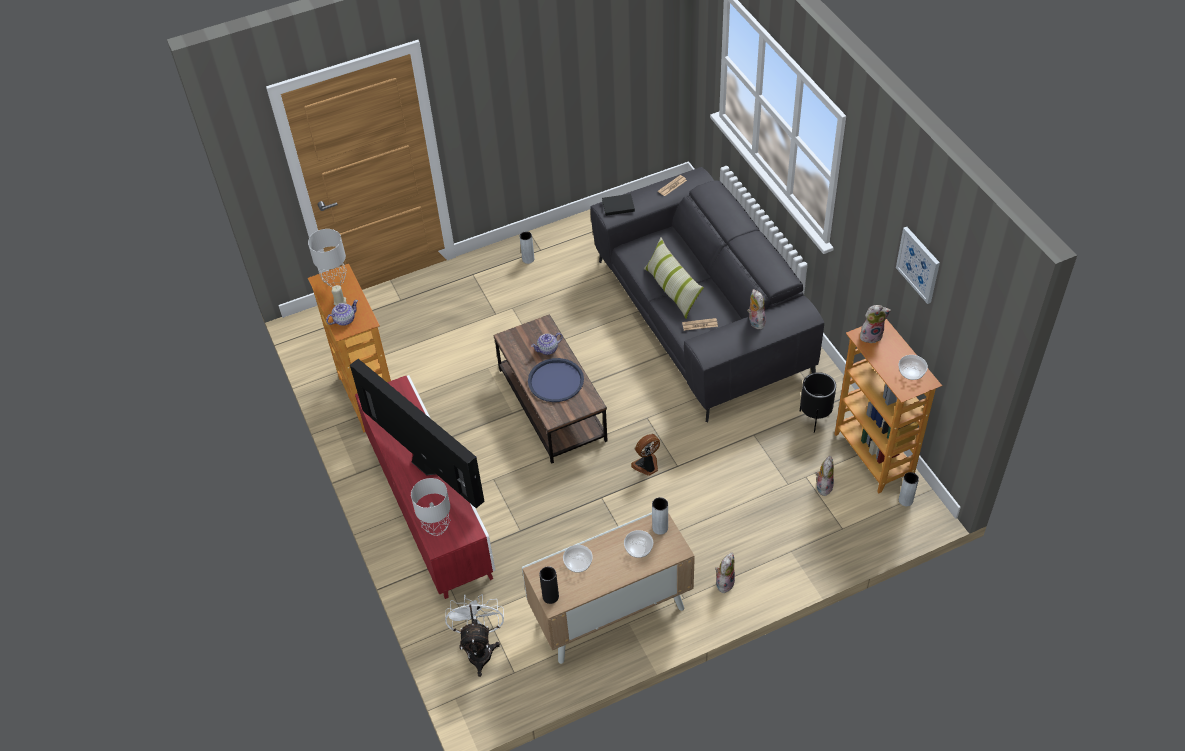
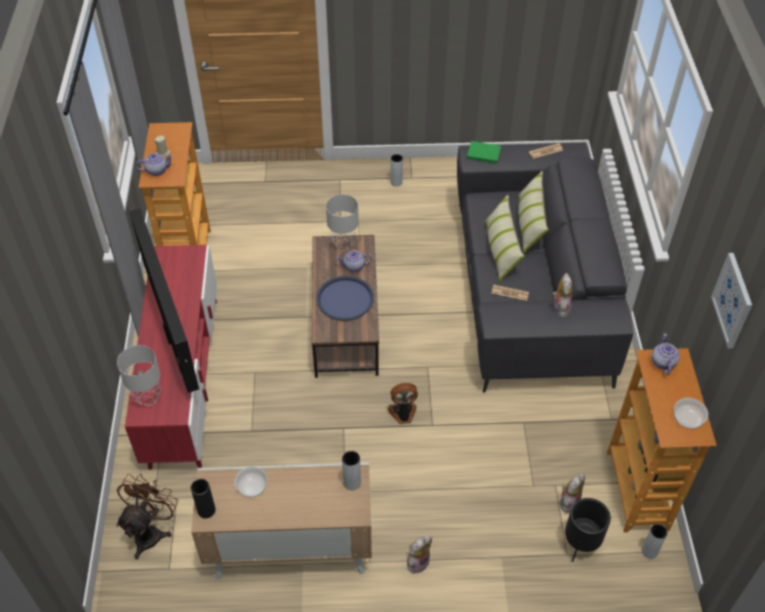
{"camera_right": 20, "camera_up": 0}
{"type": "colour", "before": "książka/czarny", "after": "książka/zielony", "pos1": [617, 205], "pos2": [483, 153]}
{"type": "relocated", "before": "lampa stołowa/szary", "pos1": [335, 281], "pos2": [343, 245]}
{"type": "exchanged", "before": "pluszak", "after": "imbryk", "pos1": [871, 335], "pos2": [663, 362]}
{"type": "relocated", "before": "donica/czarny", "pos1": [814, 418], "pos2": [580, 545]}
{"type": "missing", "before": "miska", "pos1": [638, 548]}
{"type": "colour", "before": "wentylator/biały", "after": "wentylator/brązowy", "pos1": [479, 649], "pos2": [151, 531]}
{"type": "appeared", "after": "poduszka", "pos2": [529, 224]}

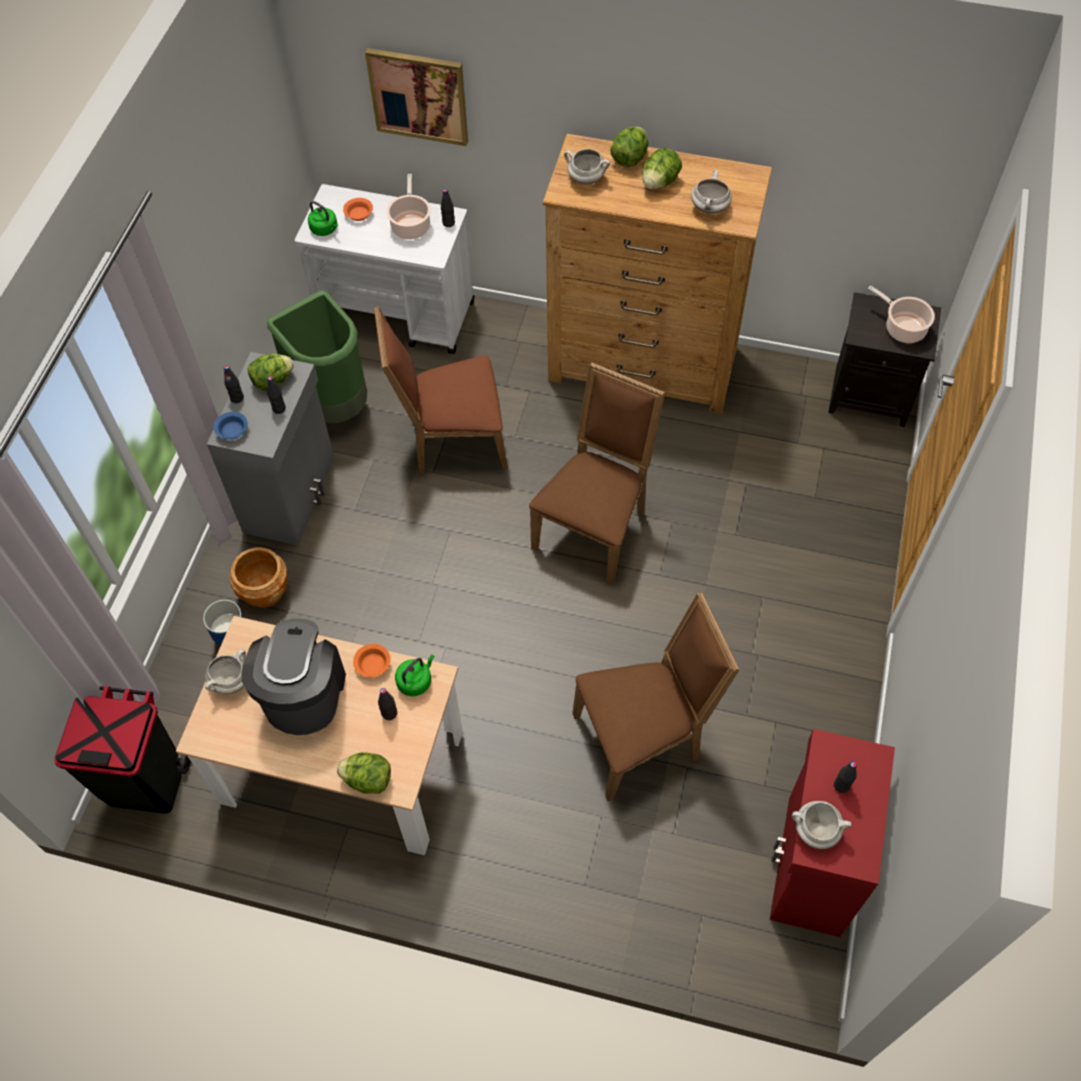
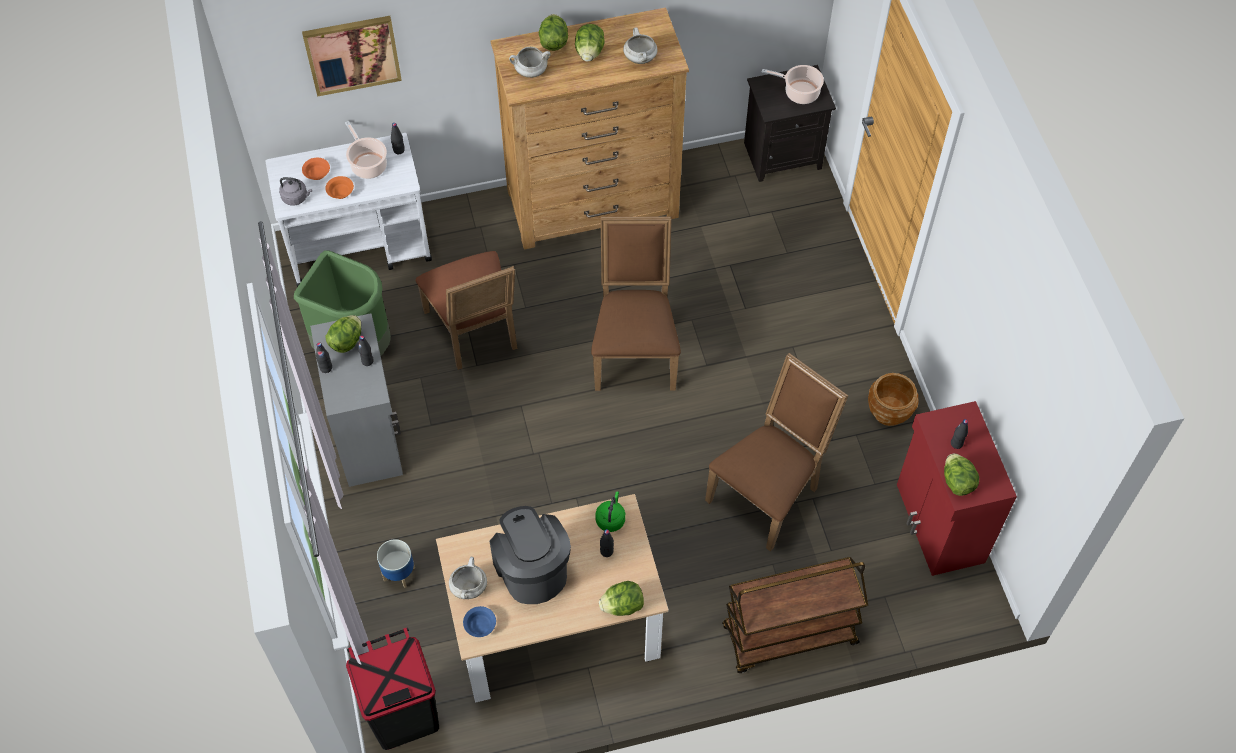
{"camera_right": -30, "camera_up": 0}
{"type": "colour", "before": "czajnik/zielony", "after": "czajnik/szary", "pos1": [325, 229], "pos2": [296, 197]}
{"type": "spun", "before": "krzesło/brązowy", "pos1": [451, 440], "pos2": [475, 333], "turn": -75}
{"type": "relocated", "before": "miska/niebieski", "pos1": [233, 431], "pos2": [480, 624]}
{"type": "relocated", "before": "donica/brązowy", "pos1": [265, 591], "pos2": [889, 412]}
{"type": "relocated", "before": "miska/pomarańczowy", "pos1": [372, 664], "pos2": [340, 192]}
{"type": "exchanged", "before": "garnek/biały", "after": "sałata", "pos1": [815, 831], "pos2": [957, 482]}
{"type": "appeared", "after": "wózek/brązowy", "pos2": [789, 636]}

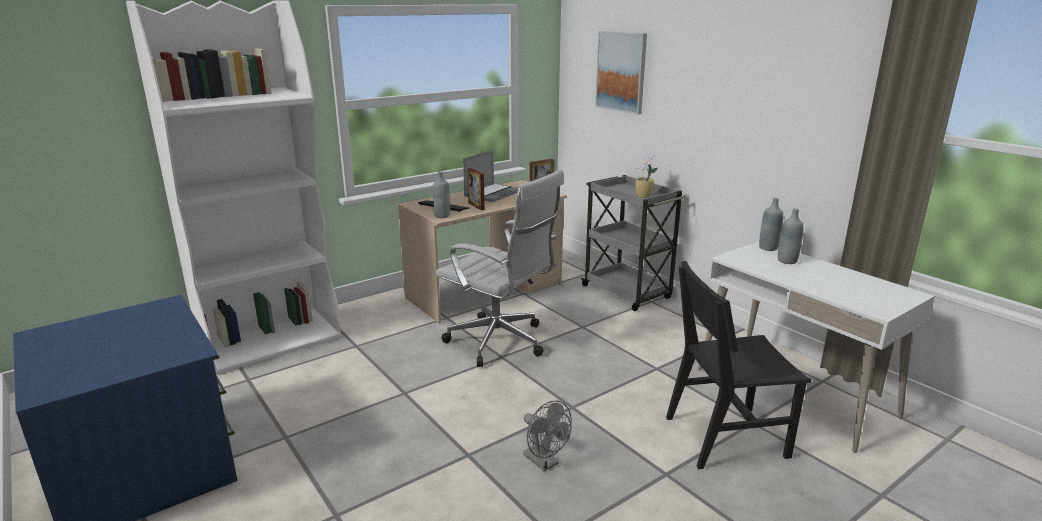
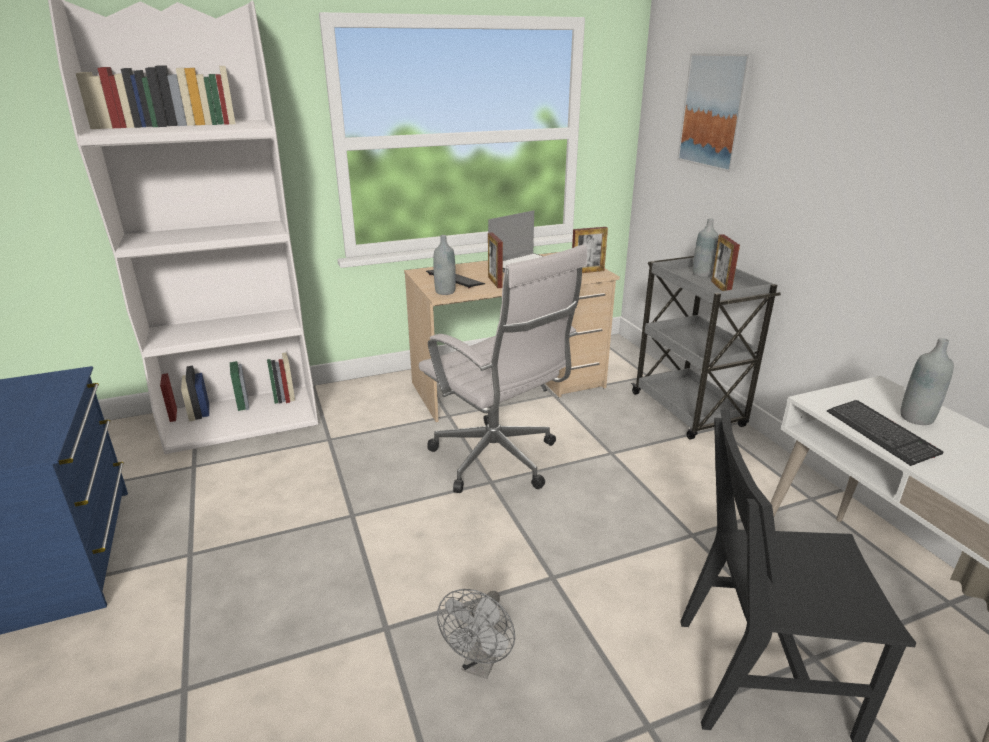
{"camera_right": 15, "camera_up": 5}
{"type": "exchanged", "before": "roślina doniczkowa", "after": "ramka na zdjęcie", "pos1": [643, 196], "pos2": [720, 287]}
{"type": "relocated", "before": "butelka/szary", "pos1": [768, 248], "pos2": [702, 274]}
{"type": "spun", "before": "wentylator/szary", "pos1": [545, 462], "pos2": [480, 664], "turn": 45}
{"type": "appeared", "after": "klawiatura", "pos2": [880, 433]}

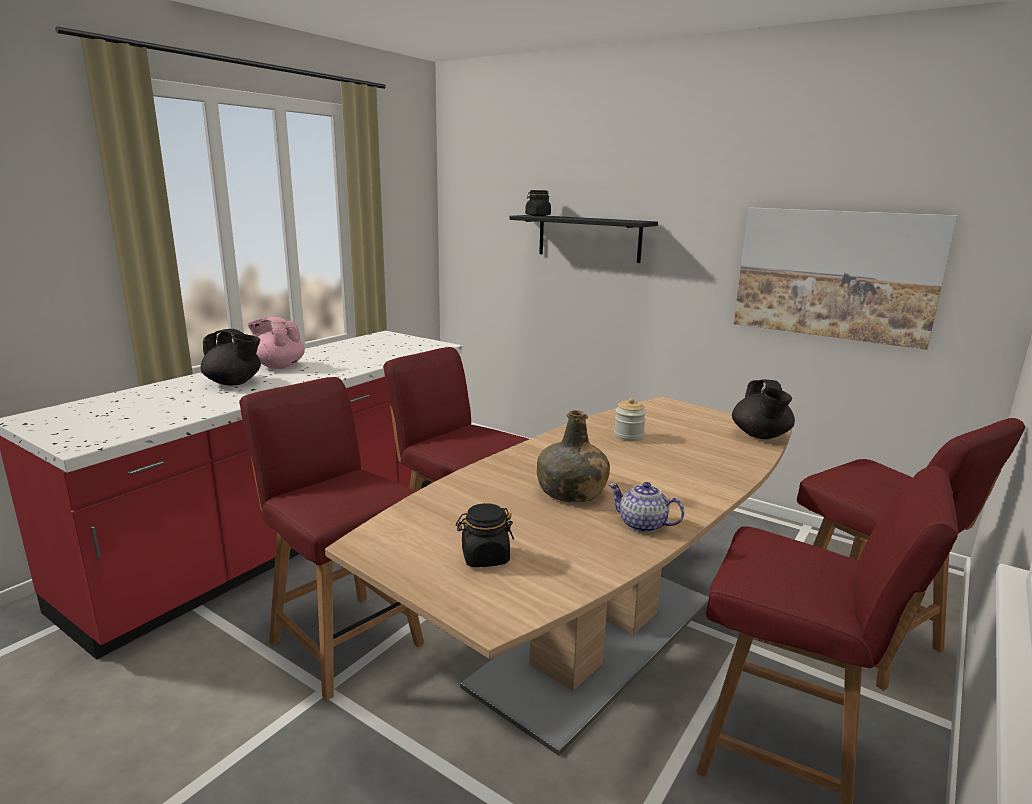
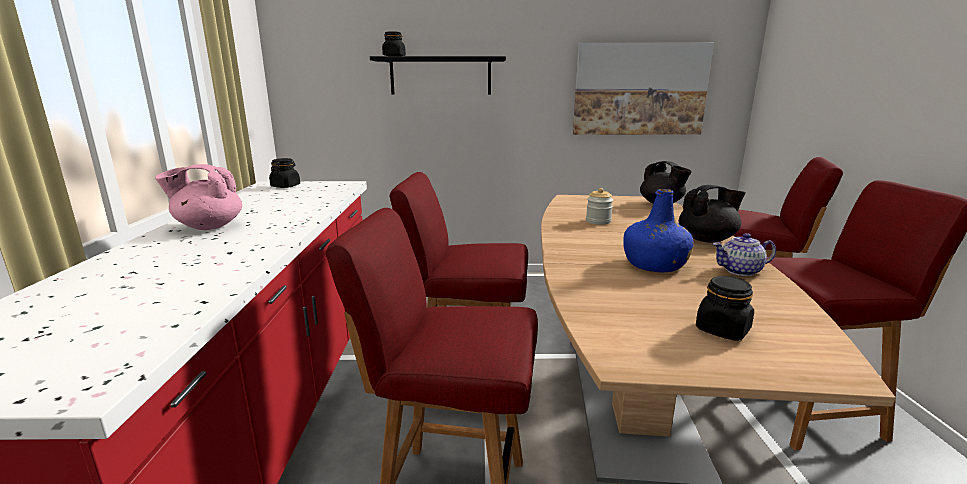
{"camera_right": -35, "camera_up": 0}
{"type": "relocated", "before": "imbryk/czarny", "pos1": [234, 383], "pos2": [707, 239]}
{"type": "colour", "before": "butelka/zielony", "after": "butelka/niebieski", "pos1": [571, 492], "pos2": [655, 265]}
{"type": "appeared", "after": "słoik/czarny", "pos2": [285, 186]}

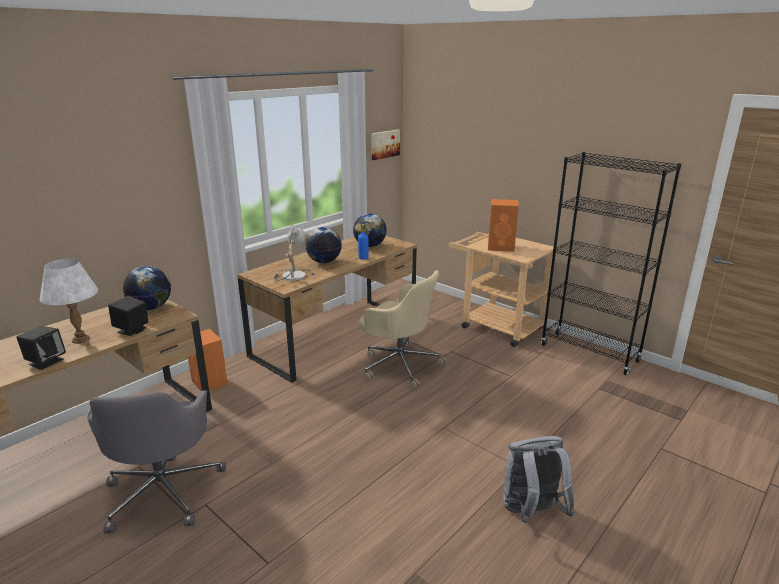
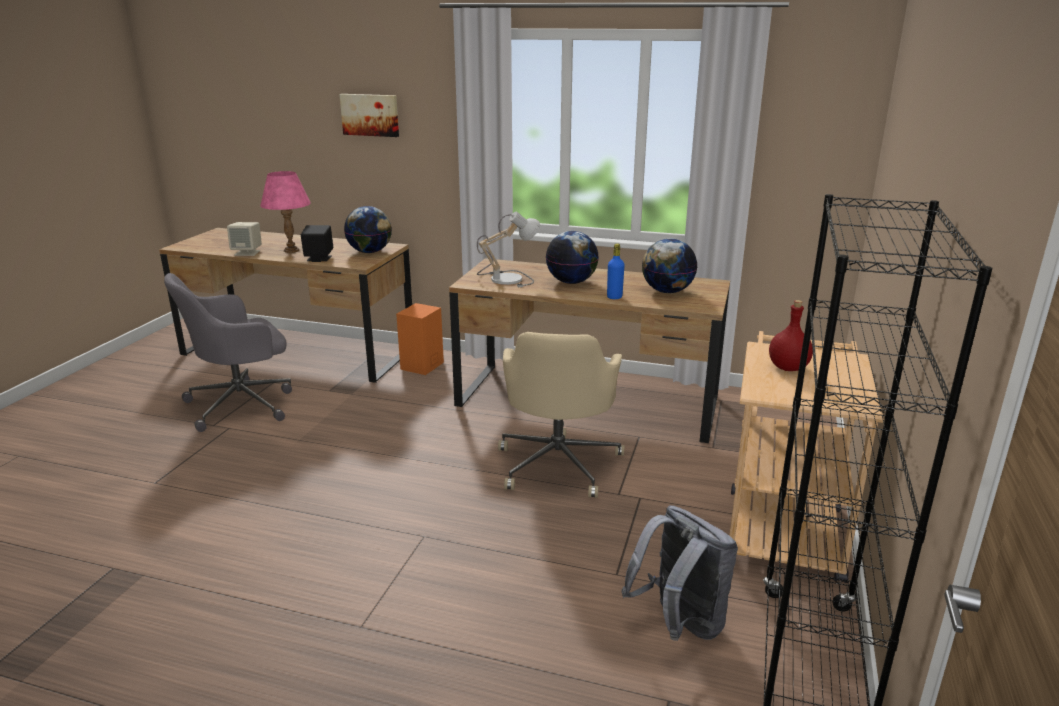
{"camera_right": 65, "camera_up": 0}
{"type": "relocated", "before": "obraz", "pos1": [384, 144], "pos2": [370, 115]}
{"type": "exchanged", "before": "głośnik/pomarańczowy", "after": "butelka/czerwony", "pos1": [501, 247], "pos2": [789, 368]}
{"type": "colour", "before": "lampa stołowa/biały", "after": "lampa stołowa/różowy", "pos1": [81, 339], "pos2": [291, 250]}
{"type": "colour", "before": "głośnik/czarny", "after": "głośnik/beżowy", "pos1": [46, 362], "pos2": [247, 253]}
{"type": "relocated", "before": "plecak/szary", "pos1": [531, 512], "pos2": [679, 624]}

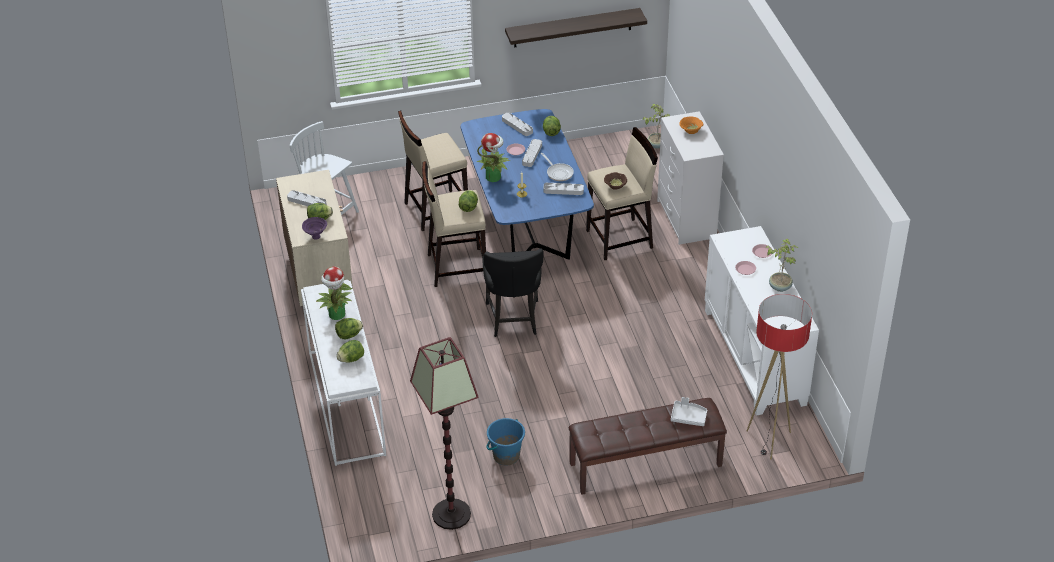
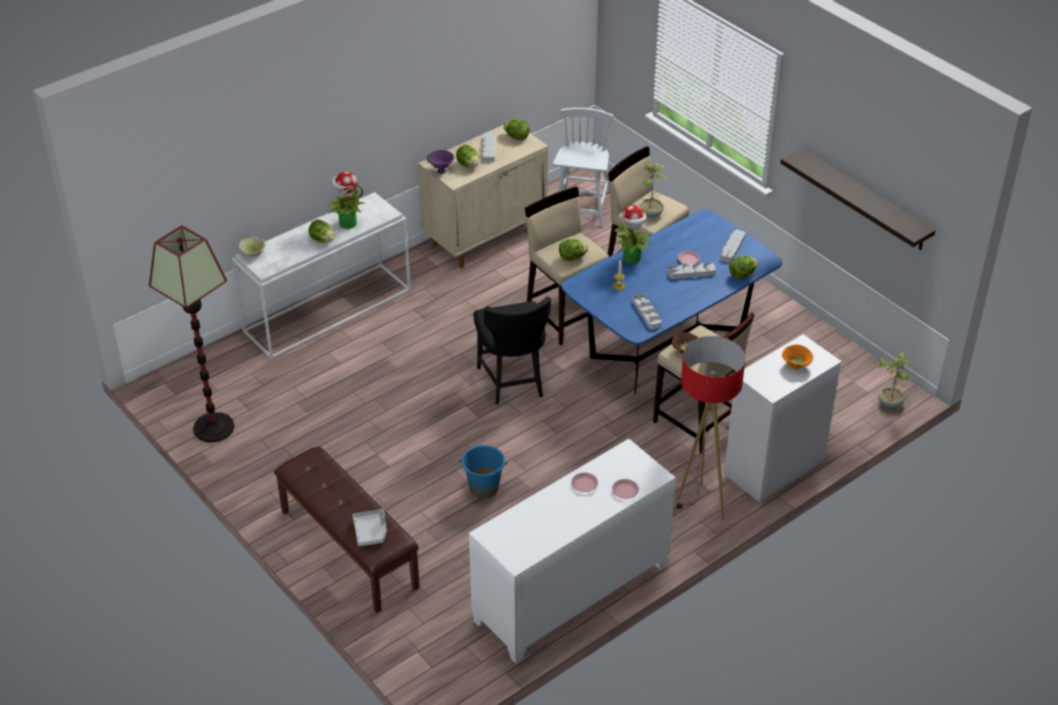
{"camera_right": 65, "camera_up": 0}
{"type": "missing", "before": "patelnia", "pos1": [558, 173]}
{"type": "relocated", "before": "roślina doniczkowa", "pos1": [780, 287], "pos2": [651, 213]}
{"type": "spun", "before": "krzesło/czarny", "pos1": [513, 319], "pos2": [512, 382], "turn": -75}
{"type": "relocated", "before": "lampa stojąca", "pos1": [769, 441], "pos2": [698, 506]}
{"type": "relocated", "before": "sałata", "pos1": [351, 359], "pos2": [517, 137]}
{"type": "relocated", "before": "wiadro/niebieski", "pos1": [506, 456], "pos2": [484, 487]}
{"type": "appeared", "after": "miska/beżowy", "pos2": [252, 253]}

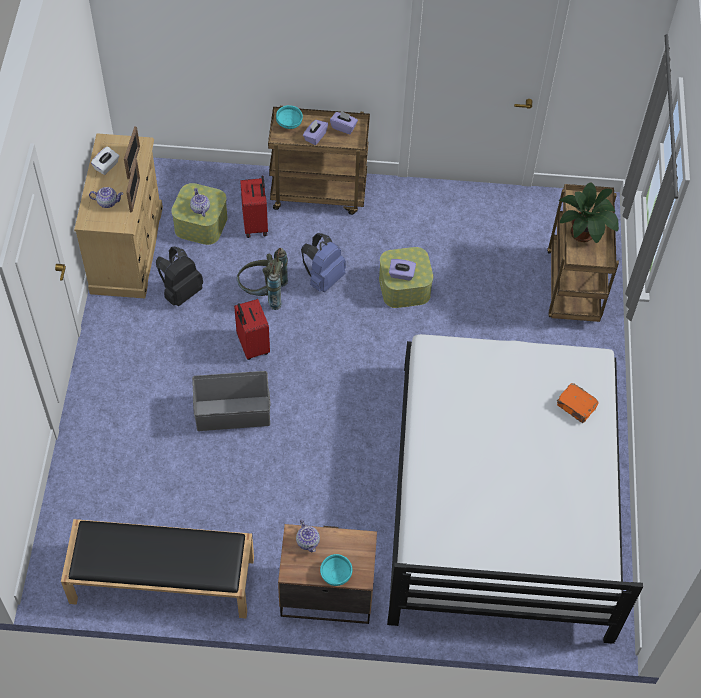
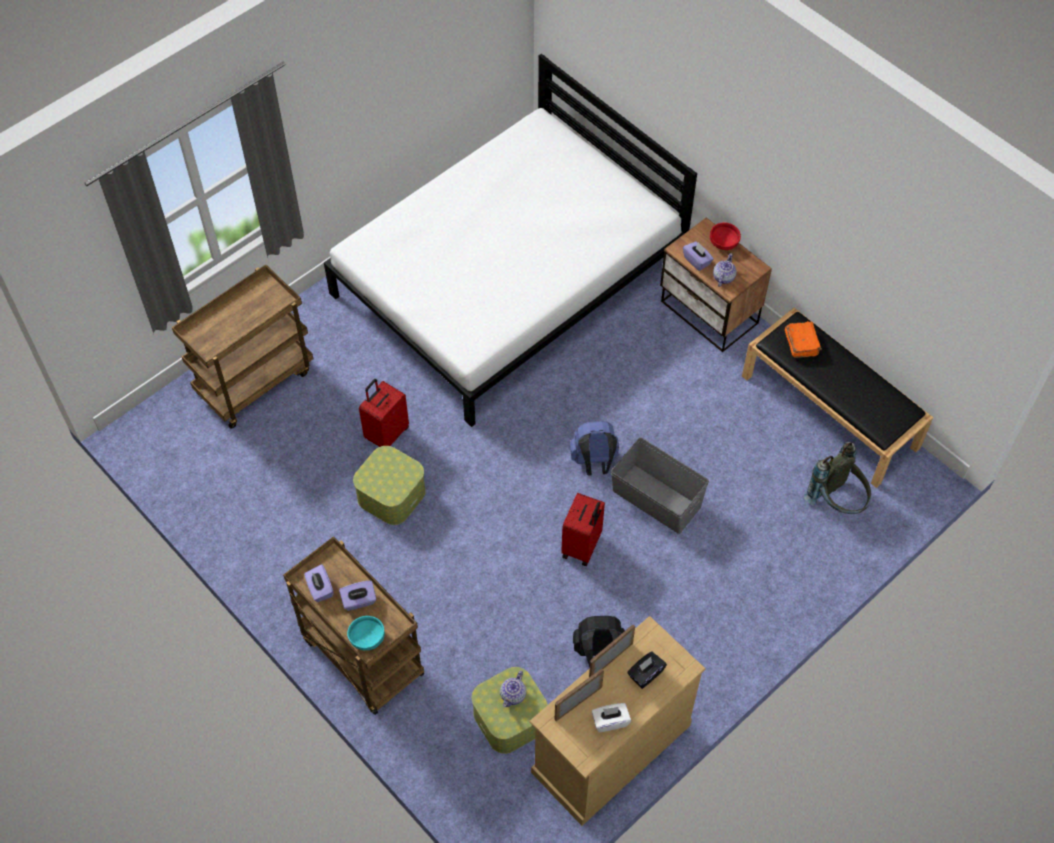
{"camera_right": -135, "camera_up": 0}
{"type": "relocated", "before": "walizka/czerwony", "pos1": [256, 225], "pos2": [386, 434]}
{"type": "missing", "before": "roślina doniczkowa", "pos1": [584, 233]}
{"type": "exchanged", "before": "imbryk", "after": "pudełko chusteczek/czarny", "pos1": [107, 202], "pos2": [645, 674]}
{"type": "relocated", "before": "plecak/niebieski", "pos1": [323, 278], "pos2": [594, 463]}
{"type": "relocated", "before": "plecak/szary", "pos1": [263, 293], "pos2": [837, 502]}
{"type": "relocated", "before": "pudełko chusteczek/fioletowy", "pos1": [401, 274], "pos2": [697, 261]}
{"type": "relocated", "before": "książka/pomarańczowy", "pos1": [576, 407], "pos2": [801, 343]}
{"type": "colour", "before": "miska/turkusowy", "after": "miska/czerwony", "pos1": [335, 574], "pos2": [724, 243]}

